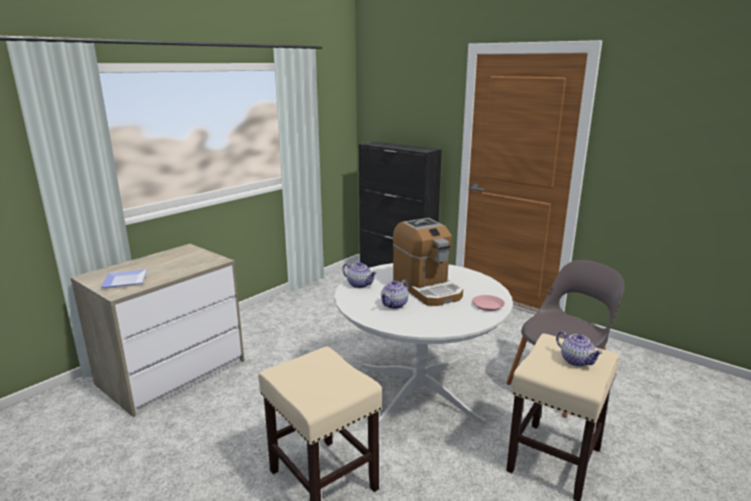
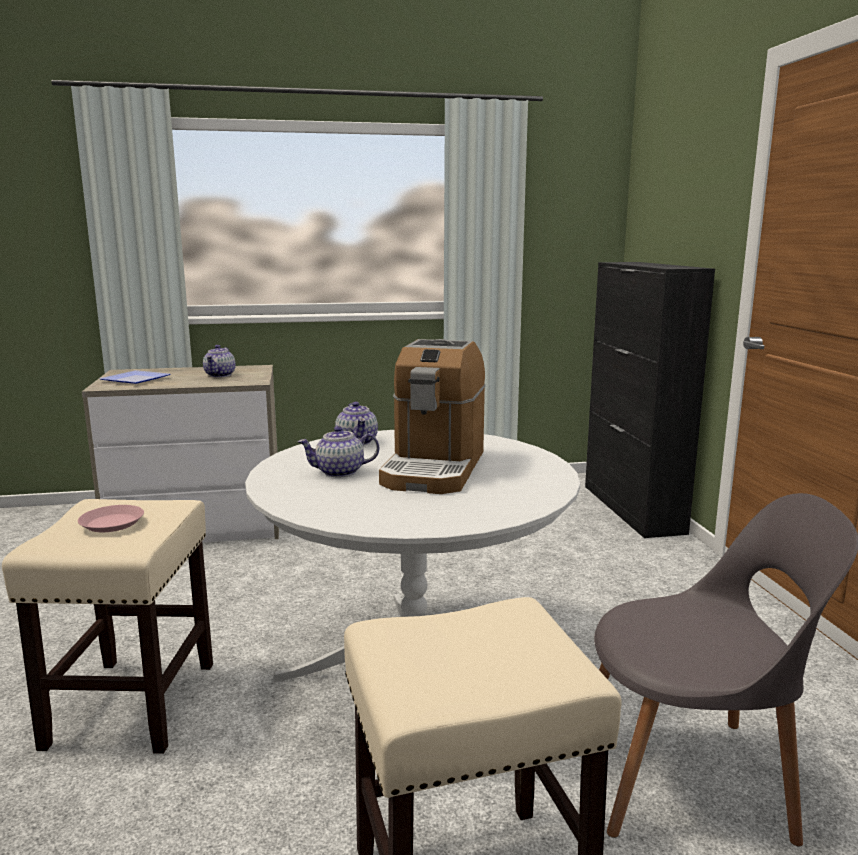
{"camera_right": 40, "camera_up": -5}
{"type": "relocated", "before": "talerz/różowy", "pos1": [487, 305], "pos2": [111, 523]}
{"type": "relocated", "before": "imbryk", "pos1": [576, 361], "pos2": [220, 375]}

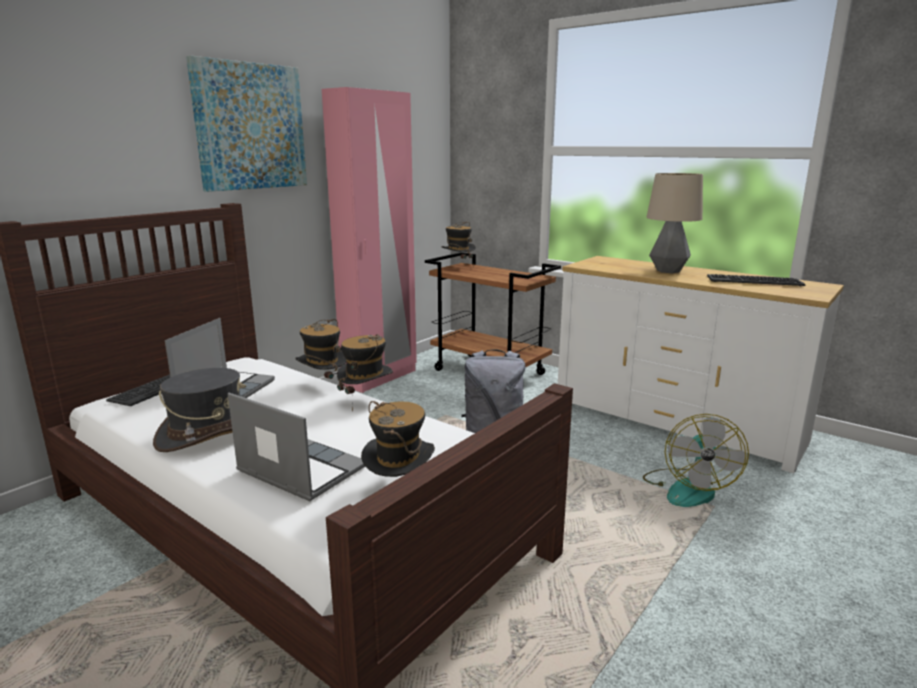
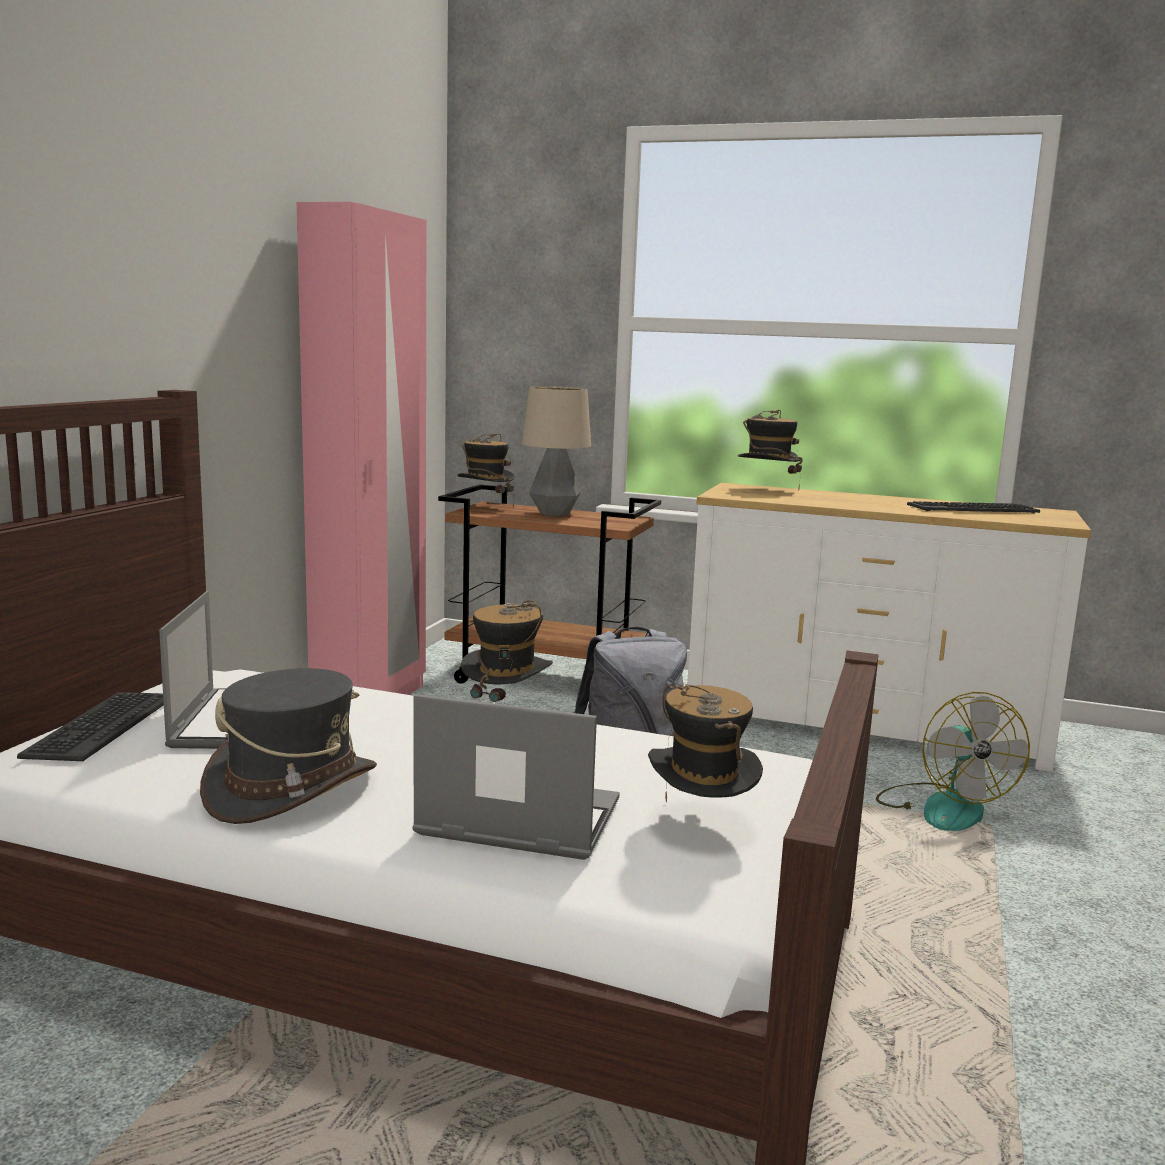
{"camera_right": -20, "camera_up": -5}
{"type": "missing", "before": "obraz", "pos1": [250, 127]}
{"type": "relocated", "before": "lampa stołowa", "pos1": [668, 271], "pos2": [555, 514]}
{"type": "relocated", "before": "kapelusz", "pos1": [324, 385], "pos2": [767, 489]}

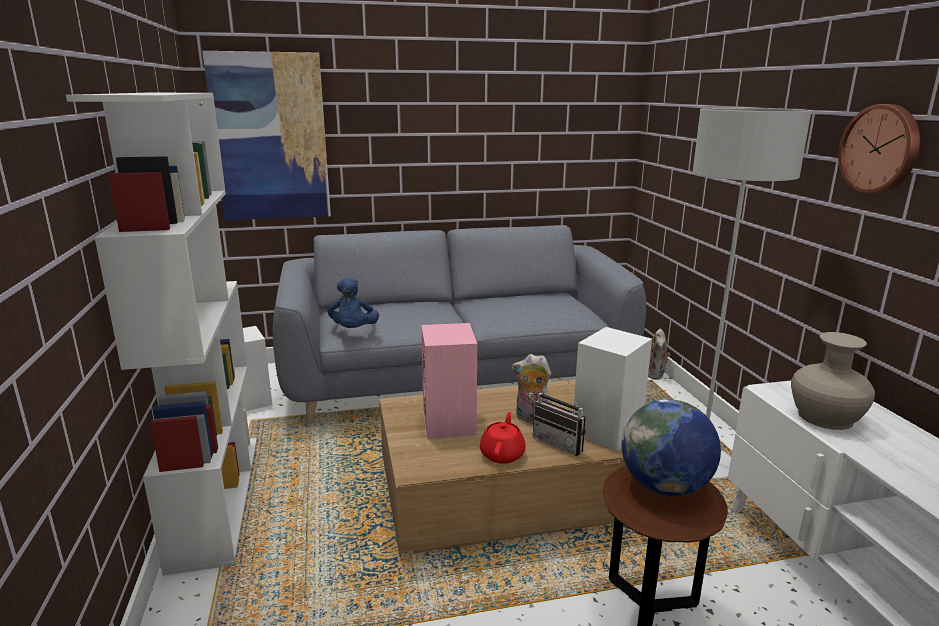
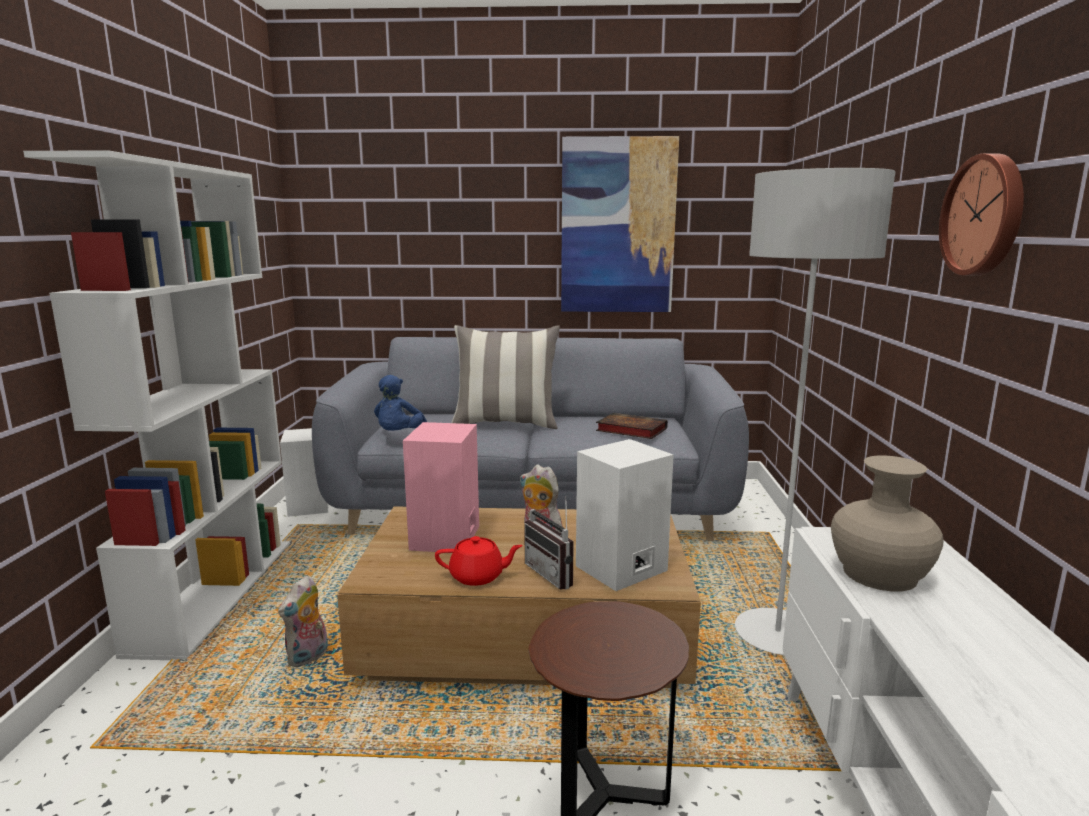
{"camera_right": 15, "camera_up": -5}
{"type": "relocated", "before": "obraz", "pos1": [270, 138], "pos2": [617, 226]}
{"type": "relocated", "before": "pluszak", "pos1": [656, 375], "pos2": [308, 658]}
{"type": "missing", "before": "globus", "pos1": [664, 487]}
{"type": "spun", "before": "imbryk/czerwony", "pos1": [502, 454], "pos2": [478, 576], "turn": 60}
{"type": "appeared", "after": "poduszka", "pos2": [506, 424]}
{"type": "appeared", "after": "książka", "pos2": [629, 430]}

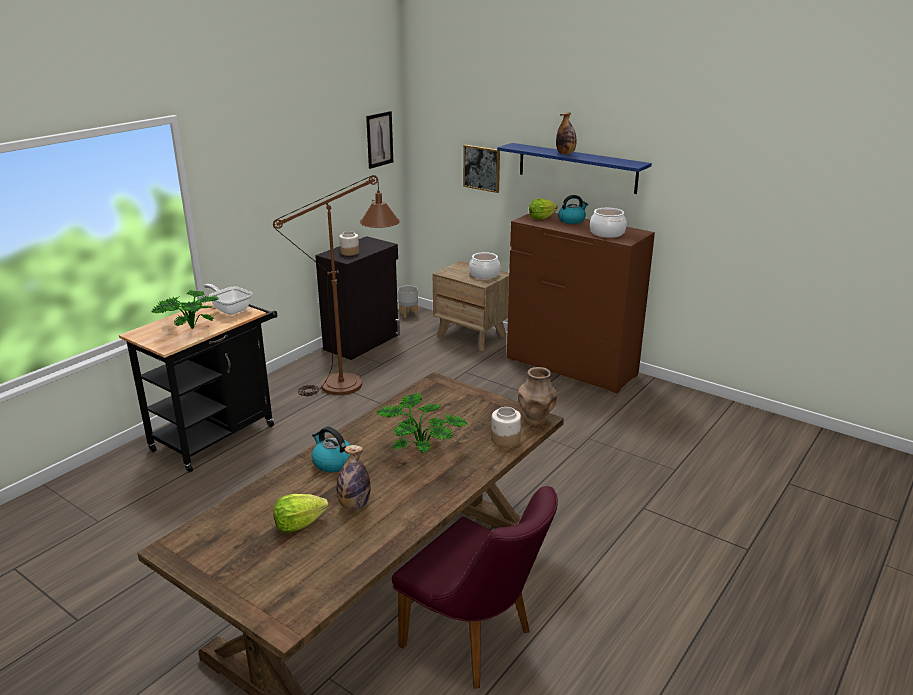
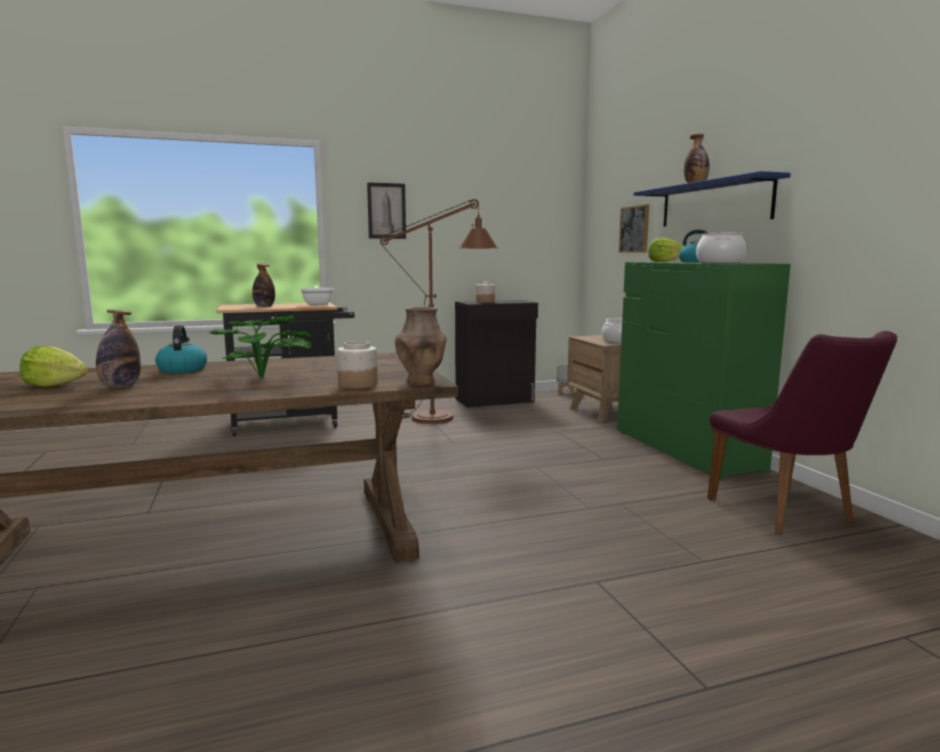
{"camera_right": 35, "camera_up": -15}
{"type": "relocated", "before": "obraz", "pos1": [379, 139], "pos2": [386, 211]}
{"type": "colour", "before": "komoda/brązowy", "after": "komoda/zielony", "pos1": [571, 367], "pos2": [685, 450]}
{"type": "exchanged", "before": "roślina doniczkowa", "after": "butelka", "pos1": [188, 330], "pos2": [264, 306]}
{"type": "relocated", "before": "krzesło/fioletowy", "pos1": [476, 642], "pos2": [789, 514]}

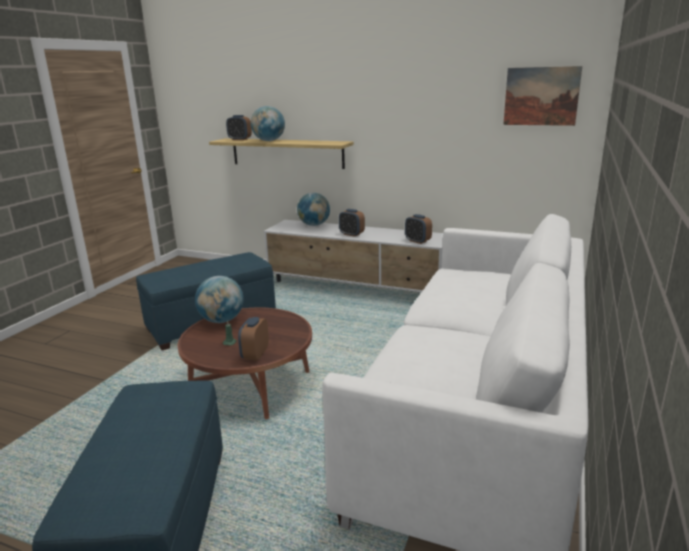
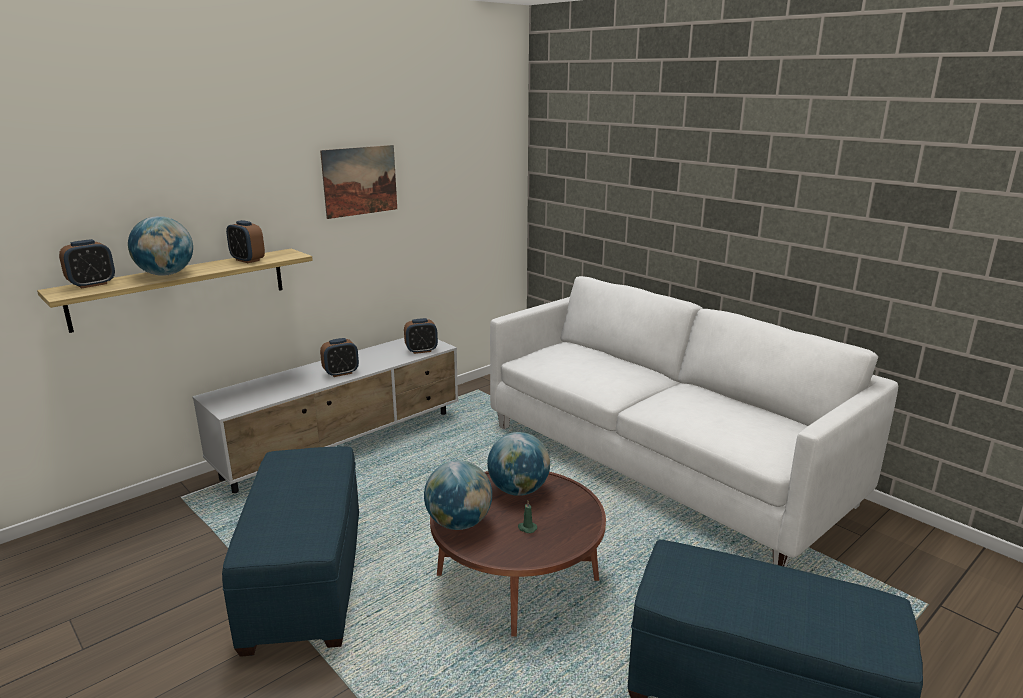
{"camera_right": -65, "camera_up": 0}
{"type": "relocated", "before": "obraz", "pos1": [541, 96], "pos2": [360, 181]}
{"type": "relocated", "before": "globus", "pos1": [314, 225], "pos2": [518, 490]}
{"type": "relocated", "before": "budzik", "pos1": [255, 355], "pos2": [247, 260]}

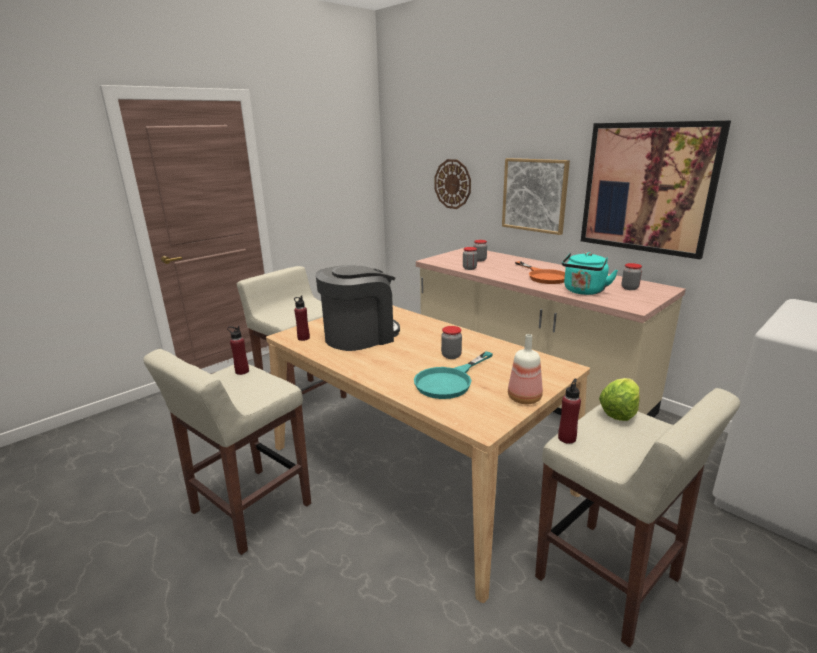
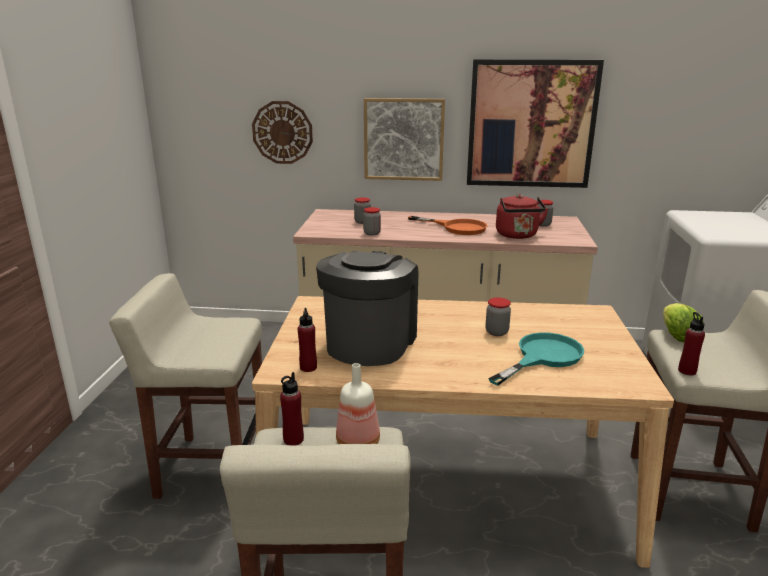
{"camera_right": -40, "camera_up": 0}
{"type": "colour", "before": "czajnik/turkusowy", "after": "czajnik/czerwony", "pos1": [583, 291], "pos2": [517, 235]}
{"type": "relocated", "before": "butelka", "pos1": [525, 398], "pos2": [358, 442]}
{"type": "spun", "before": "patelnia/turkusowy", "pos1": [449, 381], "pos2": [542, 357], "turn": -135}

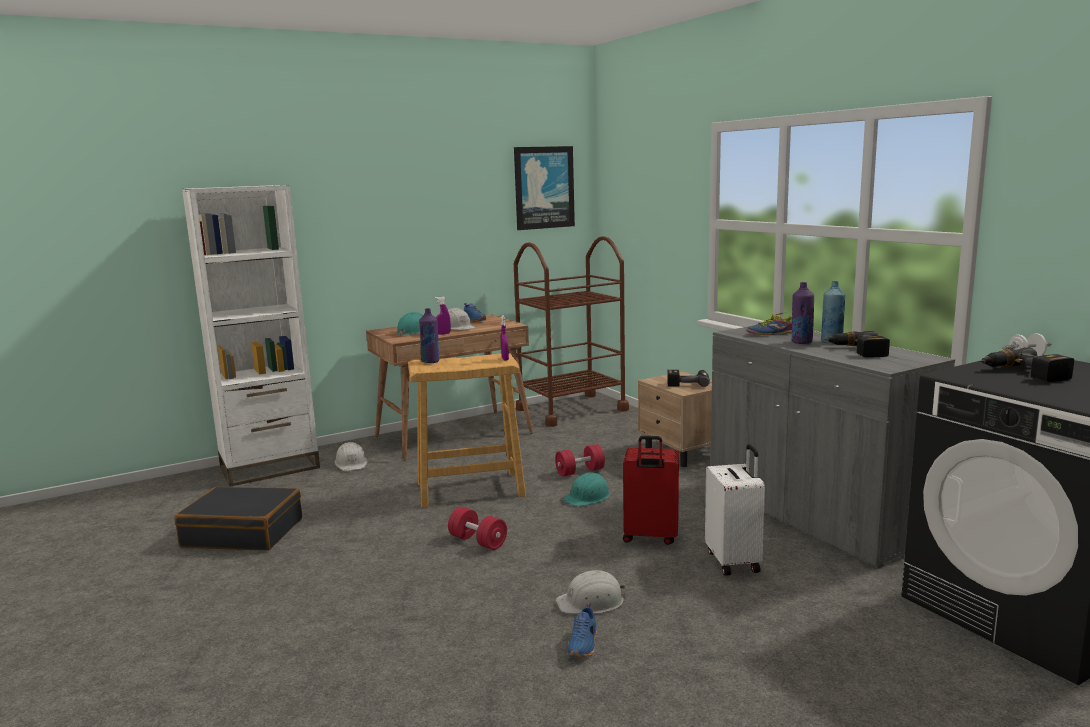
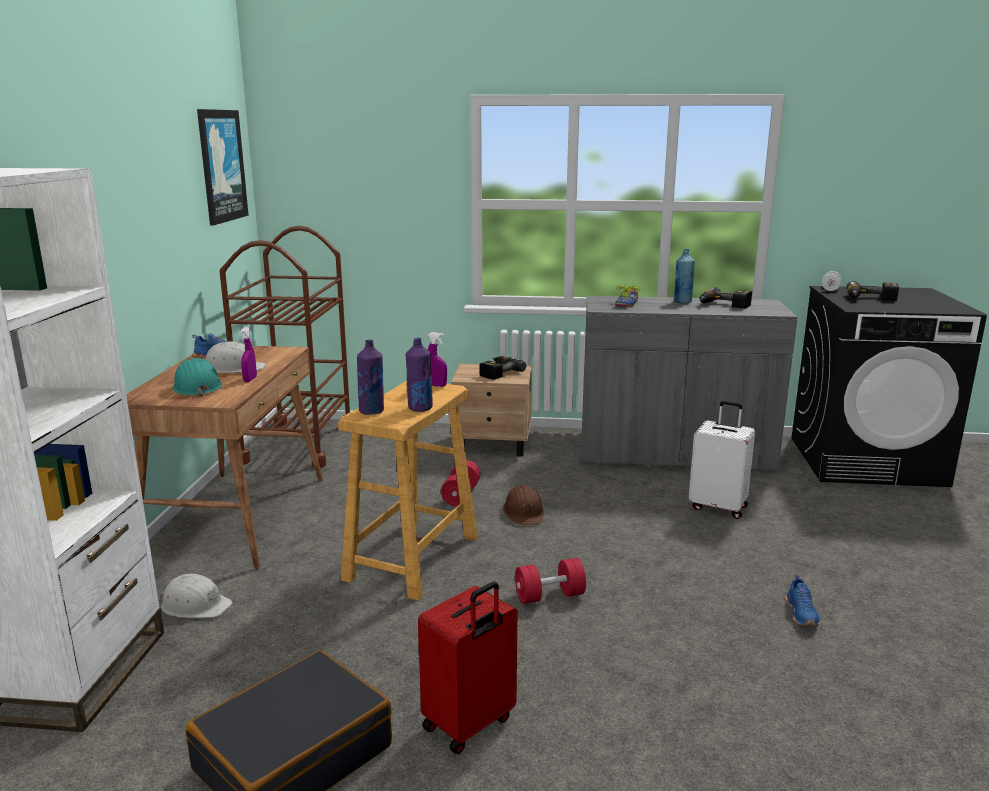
{"camera_right": -55, "camera_up": 5}
{"type": "relocated", "before": "butelka/fioletowy", "pos1": [801, 342], "pos2": [420, 408]}
{"type": "relocated", "before": "walizka/czerwony", "pos1": [650, 537], "pos2": [470, 724]}
{"type": "colour", "before": "kask/turkusowy", "after": "kask/brązowy", "pos1": [588, 497], "pos2": [524, 512]}
{"type": "missing", "before": "kask/biały", "pos1": [591, 602]}
{"type": "spun", "before": "but/niebieski", "pos1": [584, 644], "pos2": [802, 614], "turn": 45}

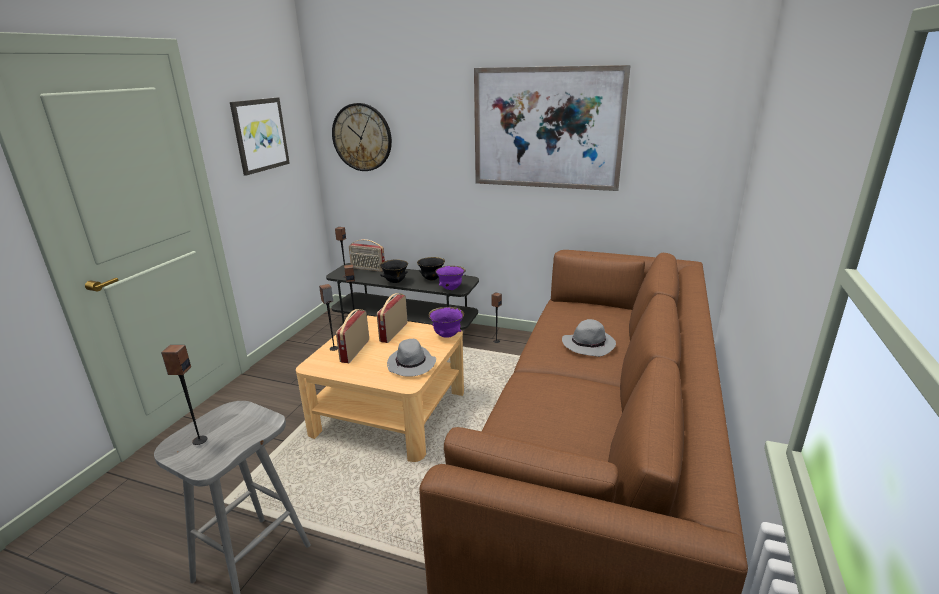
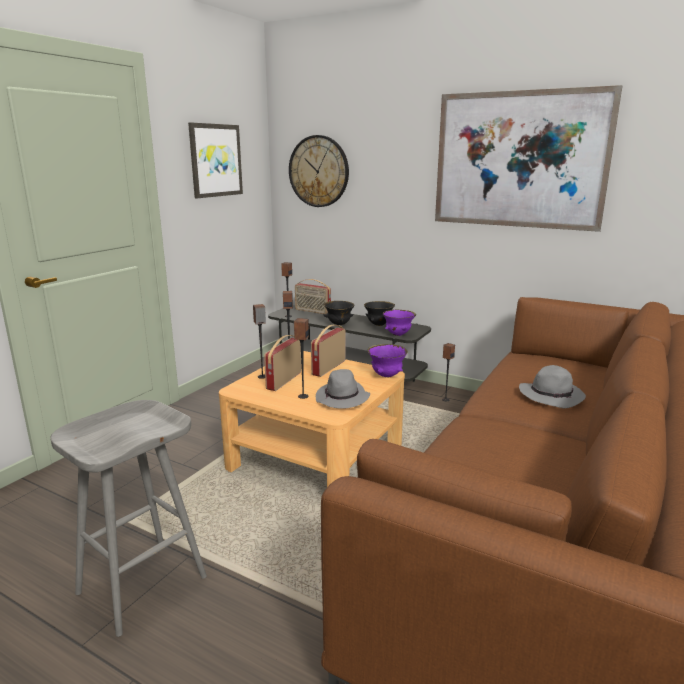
{"camera_right": 10, "camera_up": -5}
{"type": "relocated", "before": "głośnik", "pos1": [199, 440], "pos2": [303, 396]}

